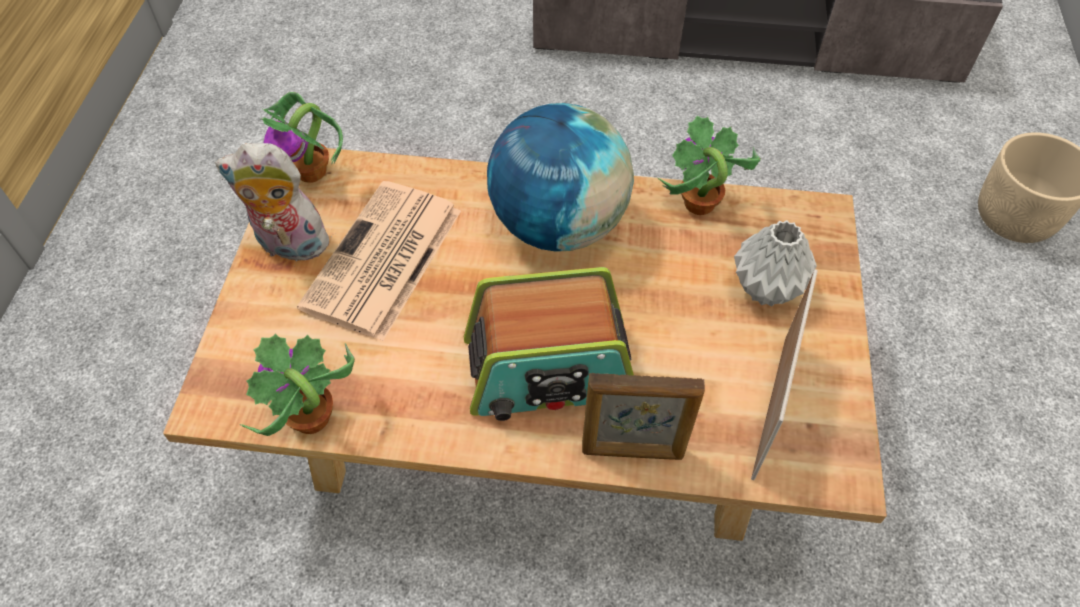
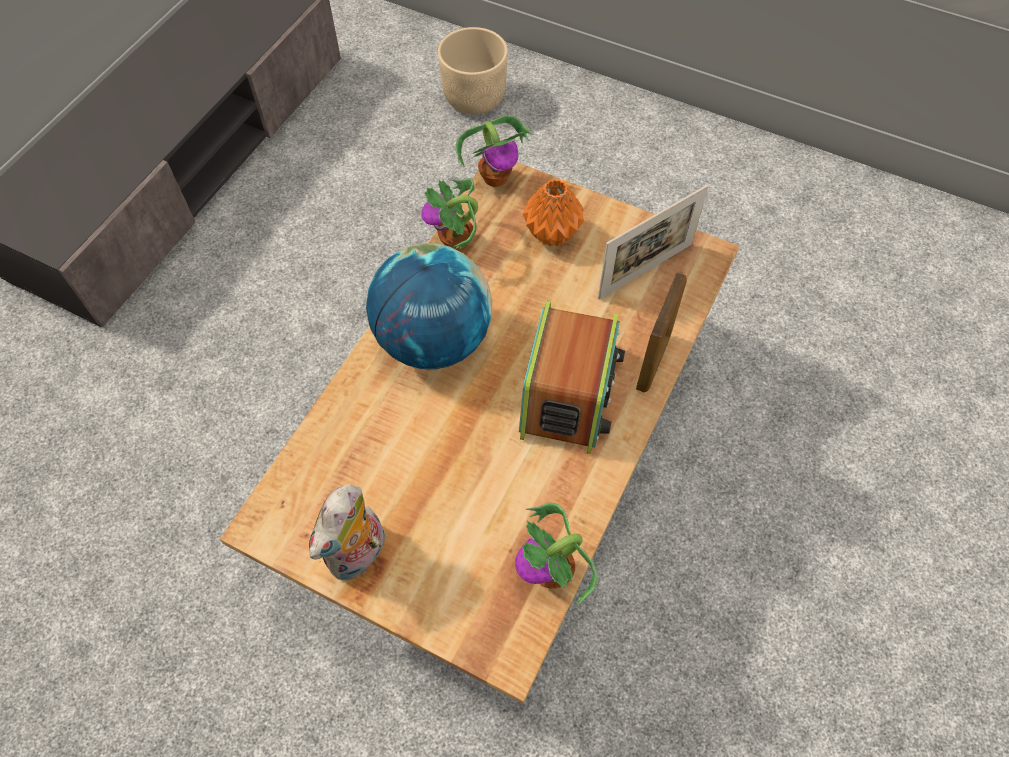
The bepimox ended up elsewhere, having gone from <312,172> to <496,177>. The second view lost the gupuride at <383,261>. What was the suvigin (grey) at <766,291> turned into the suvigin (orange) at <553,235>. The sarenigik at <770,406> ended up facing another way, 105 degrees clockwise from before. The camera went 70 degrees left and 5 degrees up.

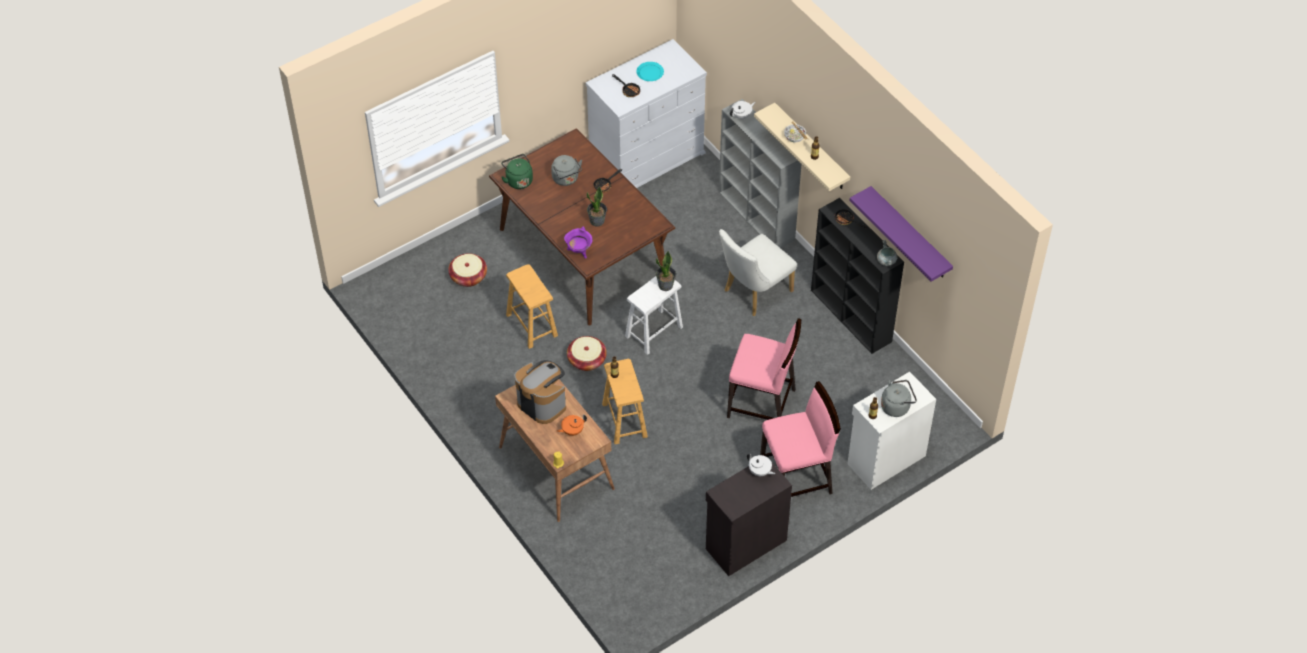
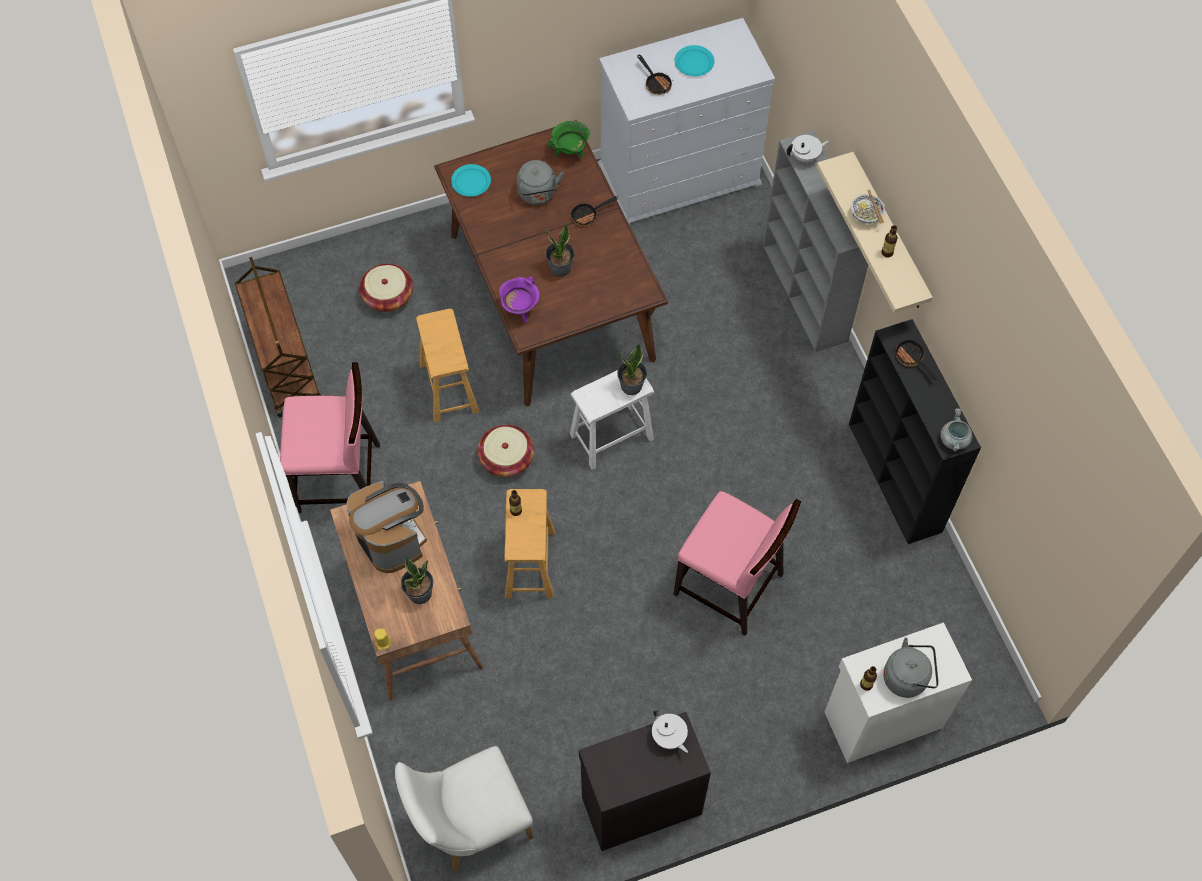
Where the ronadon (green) stood at <518,180>, the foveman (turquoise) came to stand at <471,181>. Where the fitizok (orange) stood at <572,431>, the bepimox came to stand at <420,594>. The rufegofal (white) ended up elsewhere, having gone from <754,293> to <470,825>. The rufegofal (pink) ended up elsewhere, having gone from <796,479> to <340,479>. The second view lost the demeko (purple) at <910,234>. The second view gained the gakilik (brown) at <285,366>. The second view gained the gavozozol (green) at <570,152>. The camera went 15 degrees right and 10 degrees up.

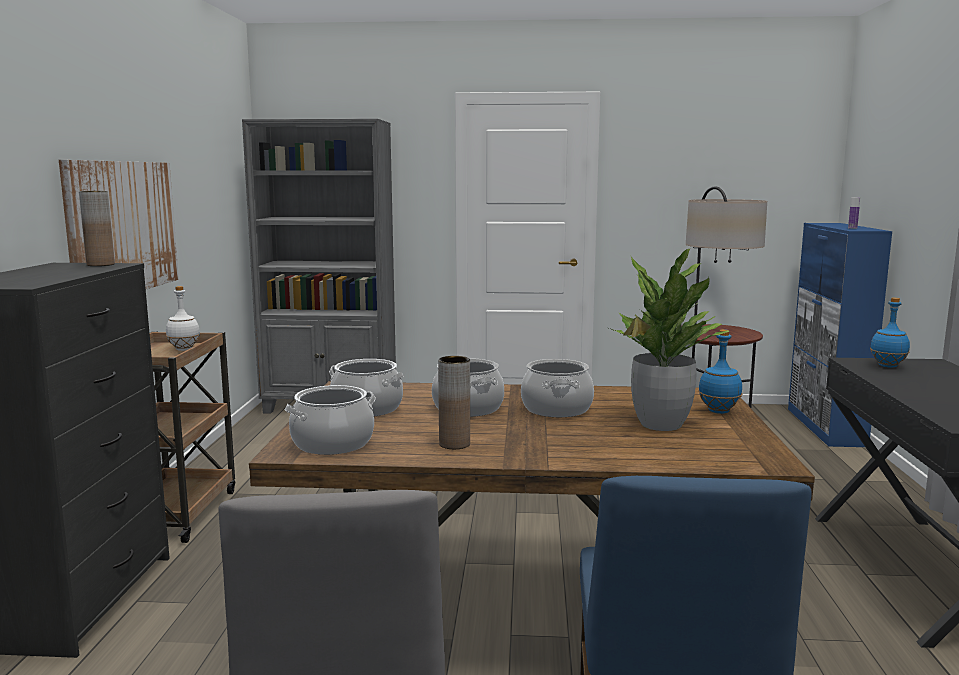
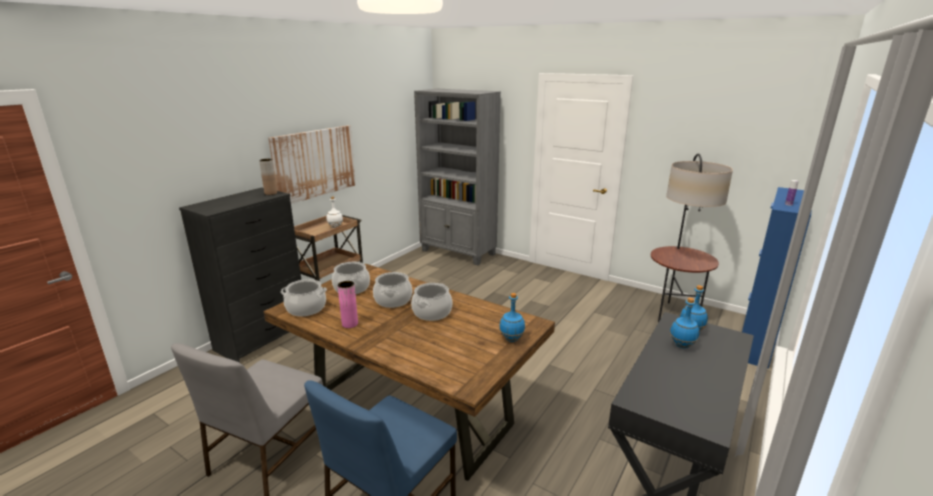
What was the suvigin (brown) at <454,444> turned into the suvigin (pink) at <350,324>. The second view lost the bepimox at <660,424>. The second view gained the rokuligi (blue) at <682,345>. The camera went 30 degrees right and 10 degrees up.

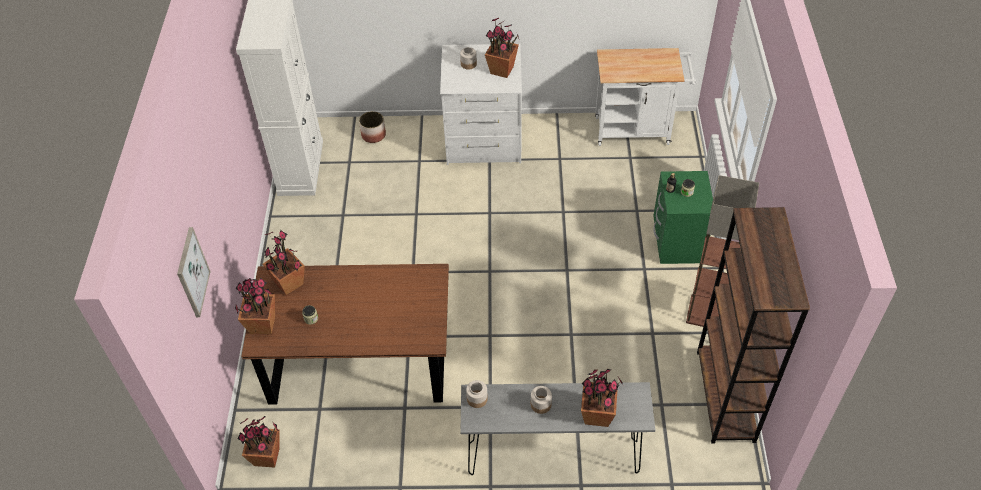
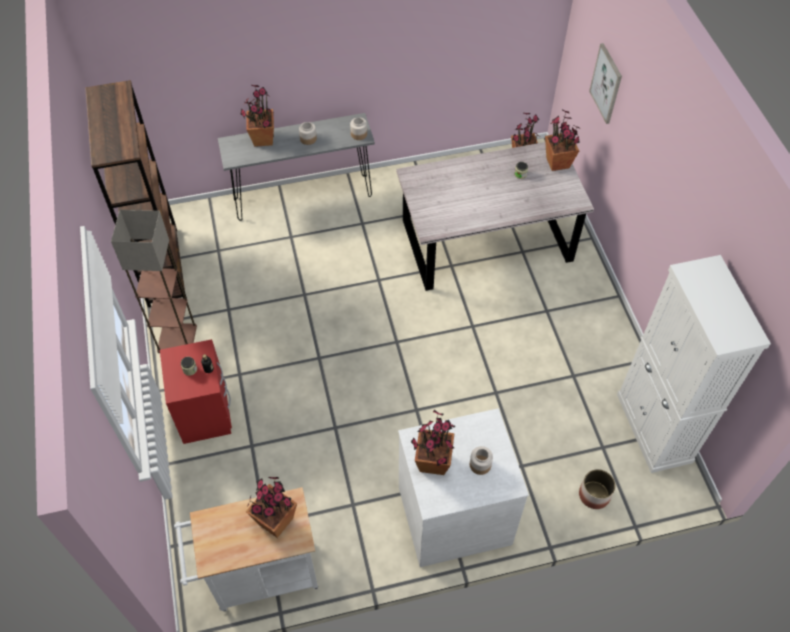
What was the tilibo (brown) at <359,357> turned into the tilibo (grey) at <486,241>. The bepimox ended up elsewhere, having gone from <288,284> to <275,521>. What was the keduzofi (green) at <677,242> turned into the keduzofi (red) at <205,412>. The camera went 165 degrees right and 5 degrees up.

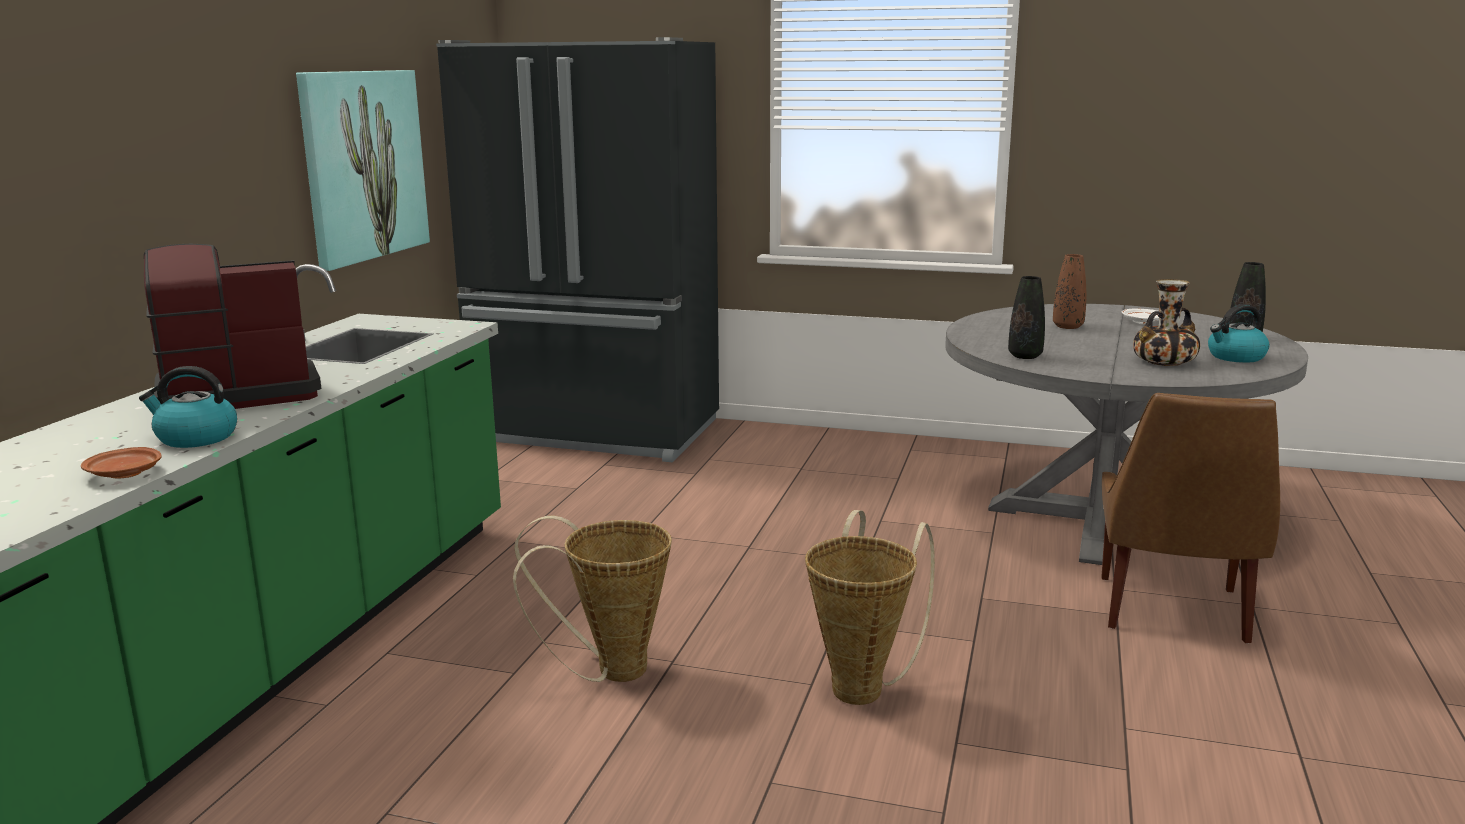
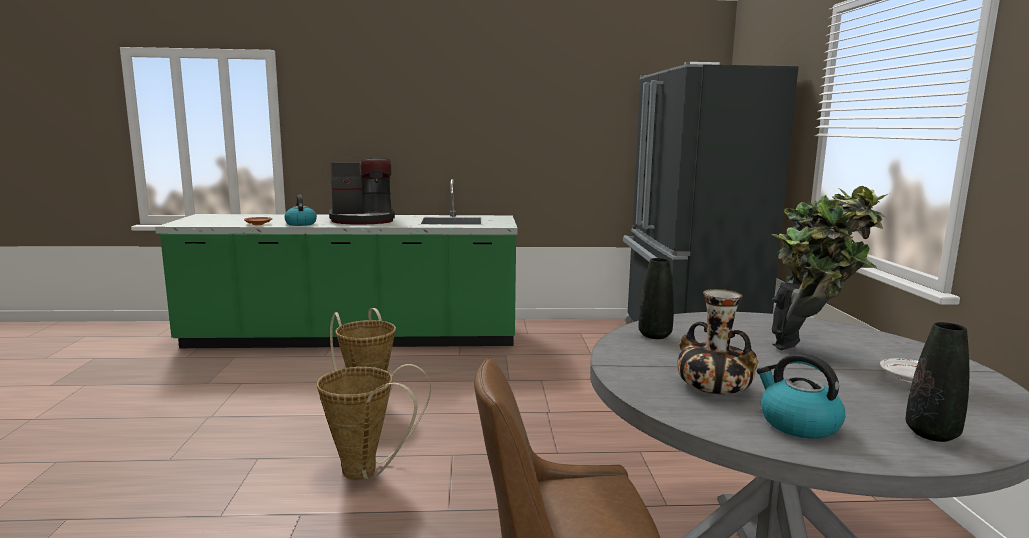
The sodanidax at <236,393> ended up facing another way, 120 degrees clockwise from before. The second view lost the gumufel at <363,165>. Where the suvigin (brown) stood at <1068,326>, the bepimox came to stand at <811,348>. The camera went 70 degrees right and 5 degrees down.

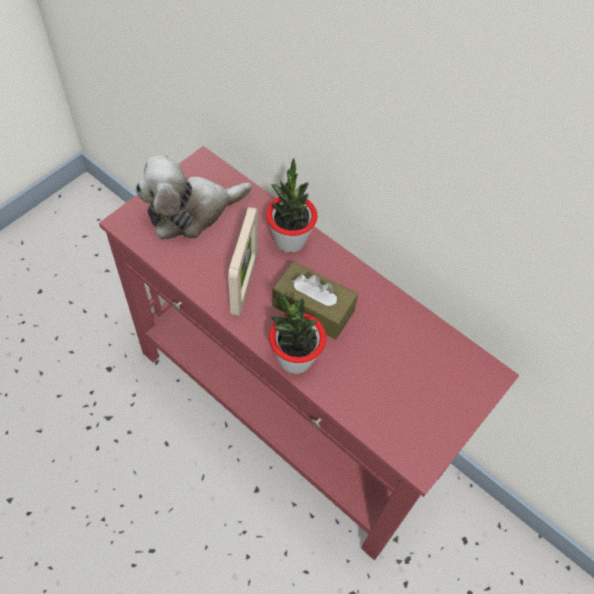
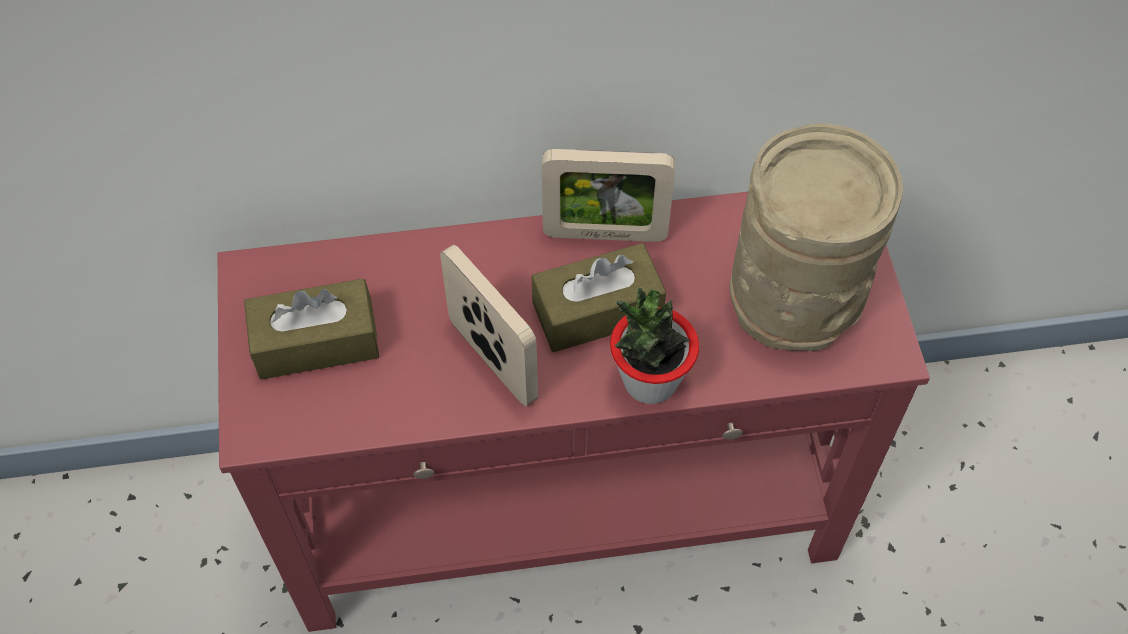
Where the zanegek stood at <191,211>, the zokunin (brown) came to stand at <316,342>. The second view lost the bepimox at <290,240>. The second view gained the sarenigik at <605,234>. The second view gained the suvigin (beige) at <797,298>. The camera went 45 degrees left and 0 degrees up.

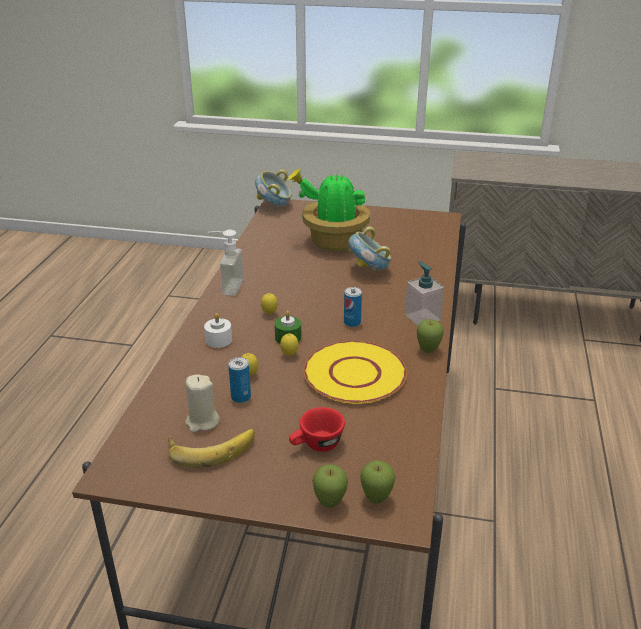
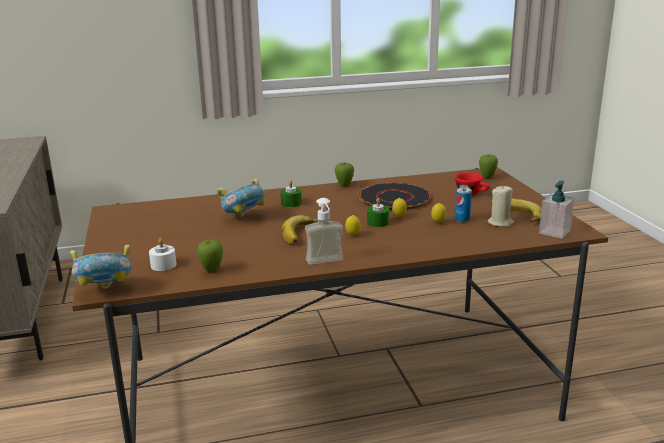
The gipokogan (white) ended up elsewhere, having gone from <218,340> to <163,265>. The second view lost the bepimox at <332,242>. What was the foveman (yellow) at <354,374> turned into the foveman (black) at <395,198>. The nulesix ended up elsewhere, having gone from <329,504> to <212,271>. The second view lost the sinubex at <352,322>. The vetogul ended up elsewhere, having gone from <422,317> to <554,232>. The second view gained the gipokogan (green) at <291,203>. The second view gained the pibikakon at <303,234>. The camera went 115 degrees left and 10 degrees down.

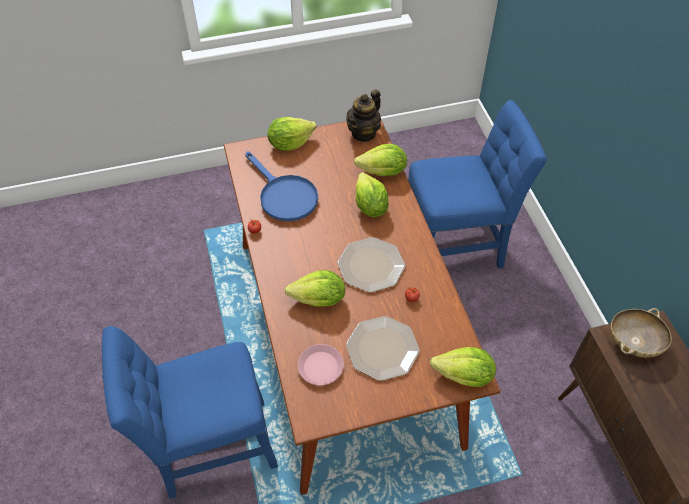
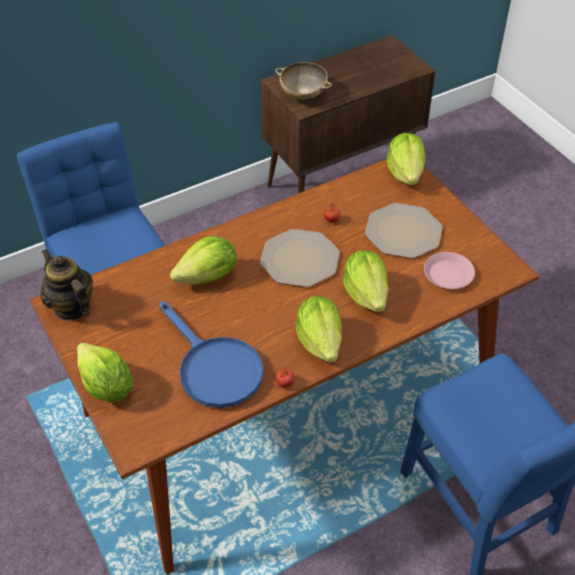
The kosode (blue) at <283,196> ended up facing another way, 105 degrees clockwise from before. The fitizok at <364,133> ended up facing another way, 150 degrees counterclockwise from before. The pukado ended up elsewhere, having gone from <383,172> to <320,341>. The camera went 105 degrees left and 5 degrees down.

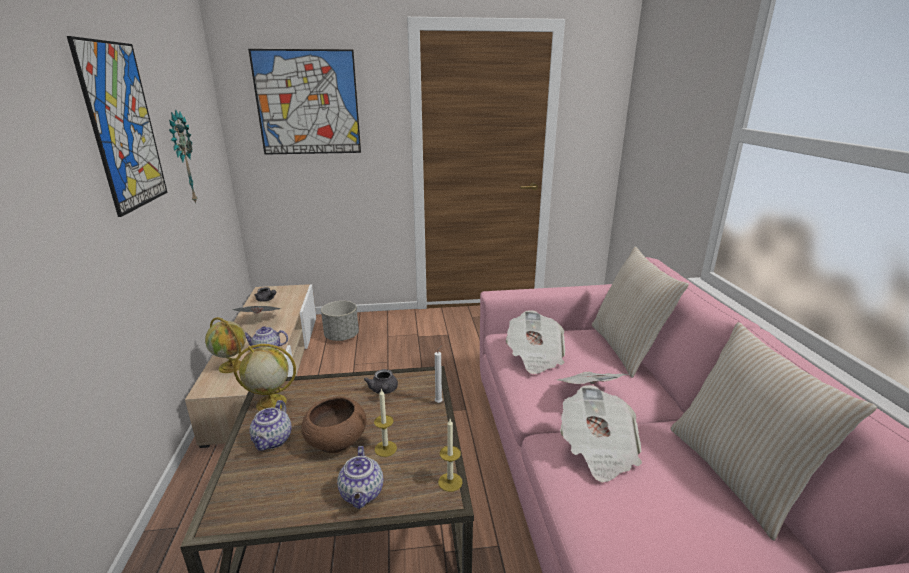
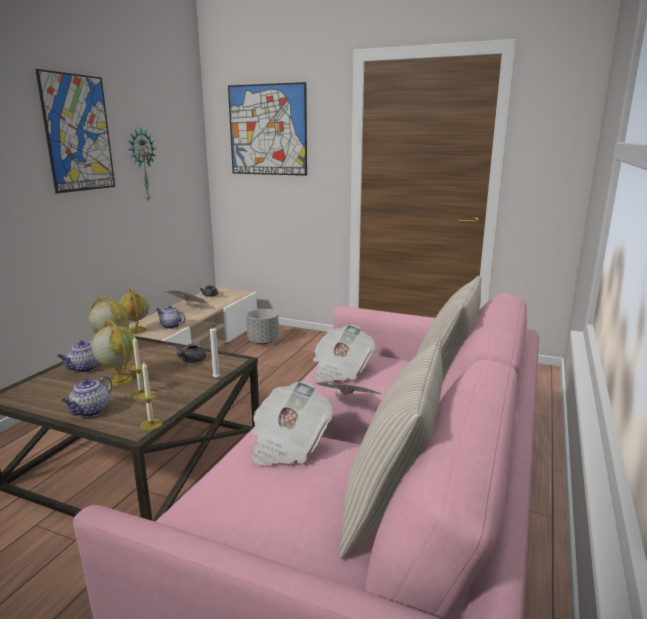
Where the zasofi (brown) stood at <335,441>, the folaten came to stand at <118,380>. The camera went 30 degrees right and 5 degrees down.

